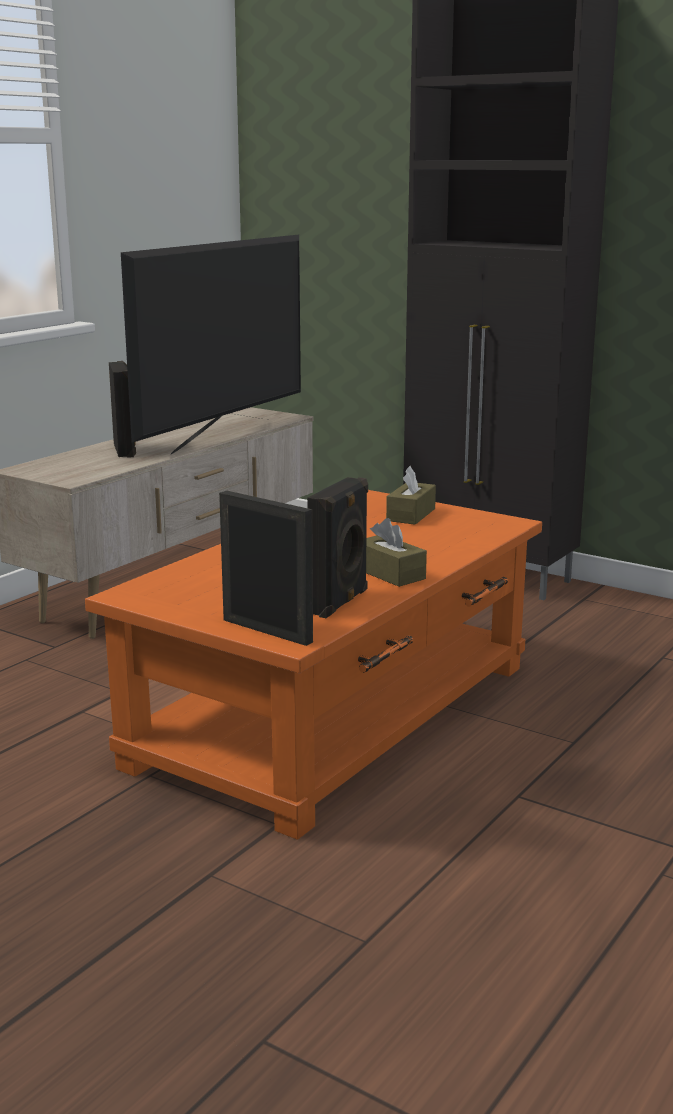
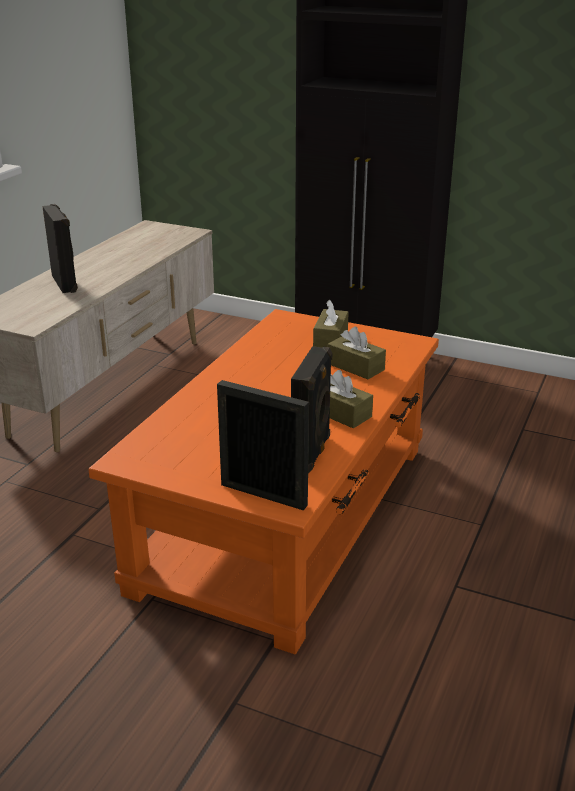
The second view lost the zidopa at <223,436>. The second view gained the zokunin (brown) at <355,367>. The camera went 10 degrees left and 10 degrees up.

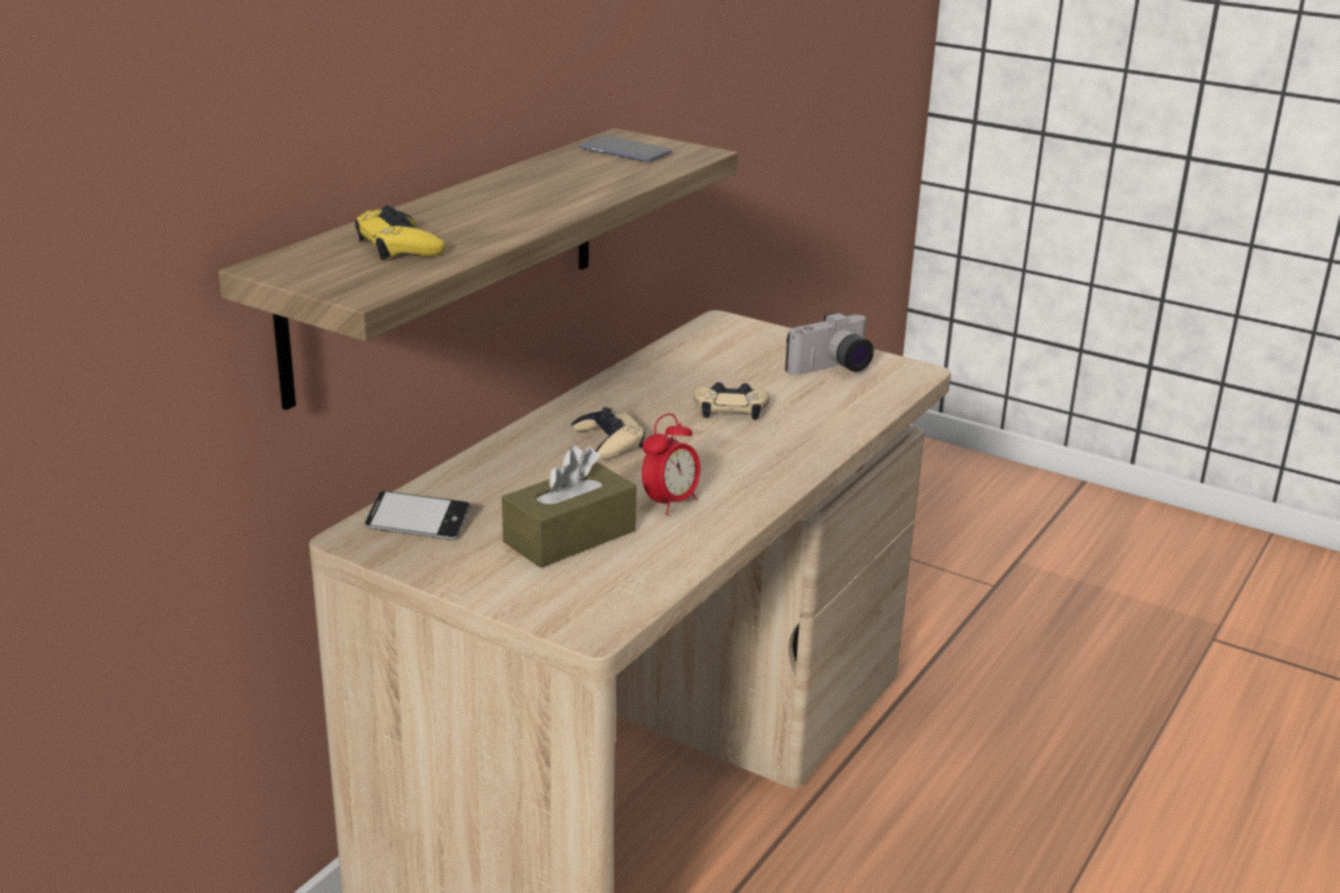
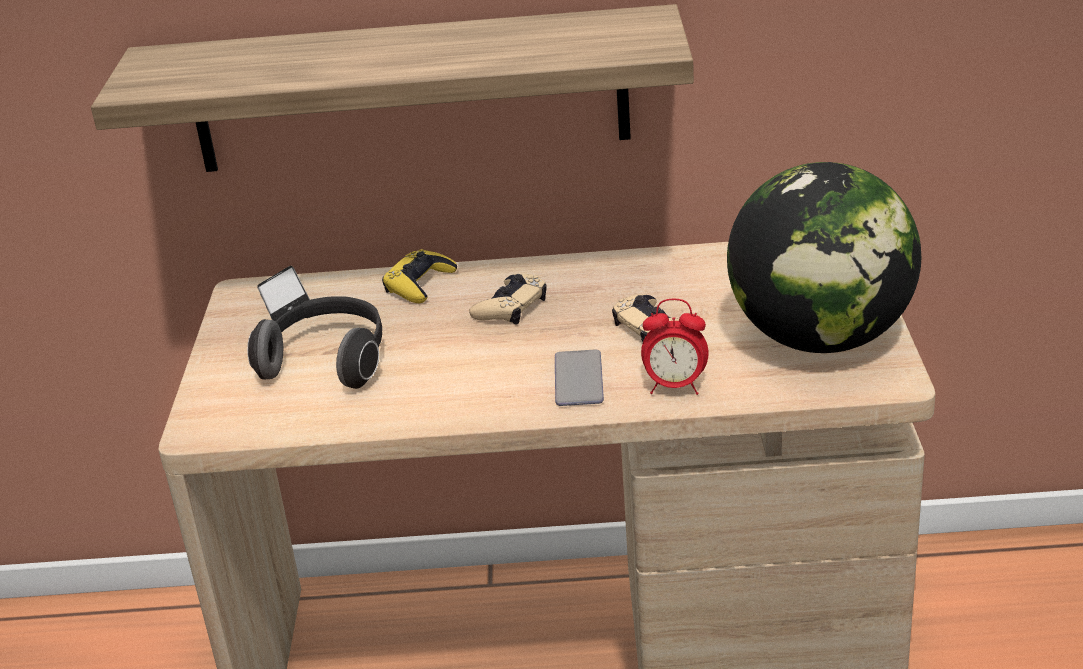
The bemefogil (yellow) ended up elsewhere, having gone from <399,246> to <419,284>. Where the zokunin (brown) stood at <570,536>, the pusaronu came to stand at <328,362>. The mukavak ended up elsewhere, having gone from <624,151> to <578,380>. The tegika ended up elsewhere, having gone from <670,503> to <675,387>. Where the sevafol stood at <833,369>, the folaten came to stand at <820,338>. The camera went 60 degrees right and 5 degrees up.

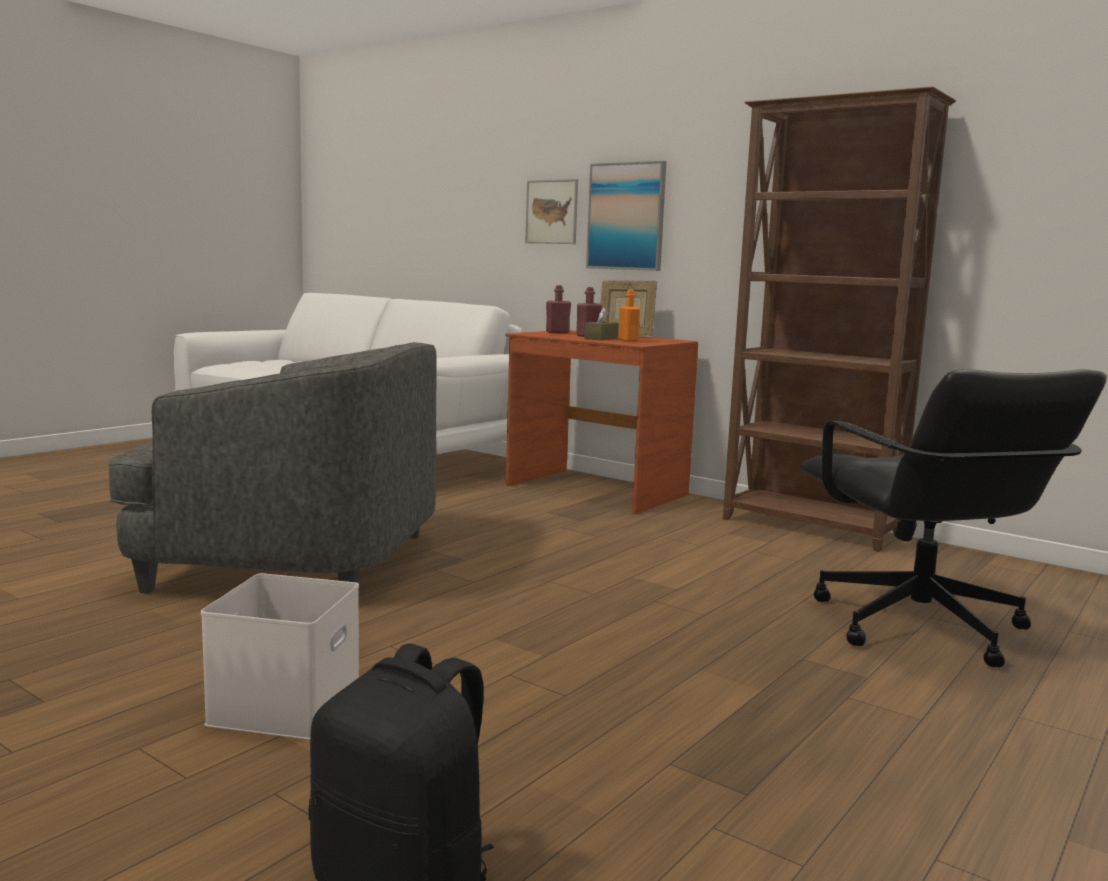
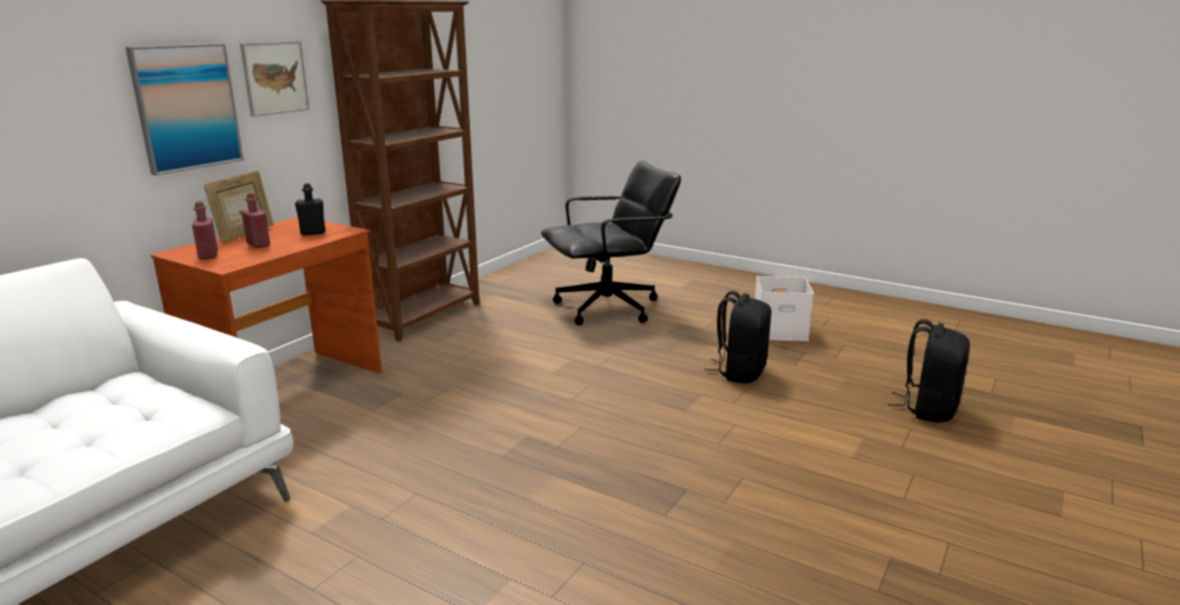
The second view lost the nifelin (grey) at <297,558>. The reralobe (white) ended up elsewhere, having gone from <287,707> to <781,330>. The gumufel ended up elsewhere, having gone from <552,212> to <275,78>. The second view lost the zokunin (brown) at <601,338>. What was the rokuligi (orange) at <628,340> turned into the rokuligi (black) at <313,233>. The second view gained the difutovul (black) at <740,372>. The camera went 95 degrees left and 10 degrees up.

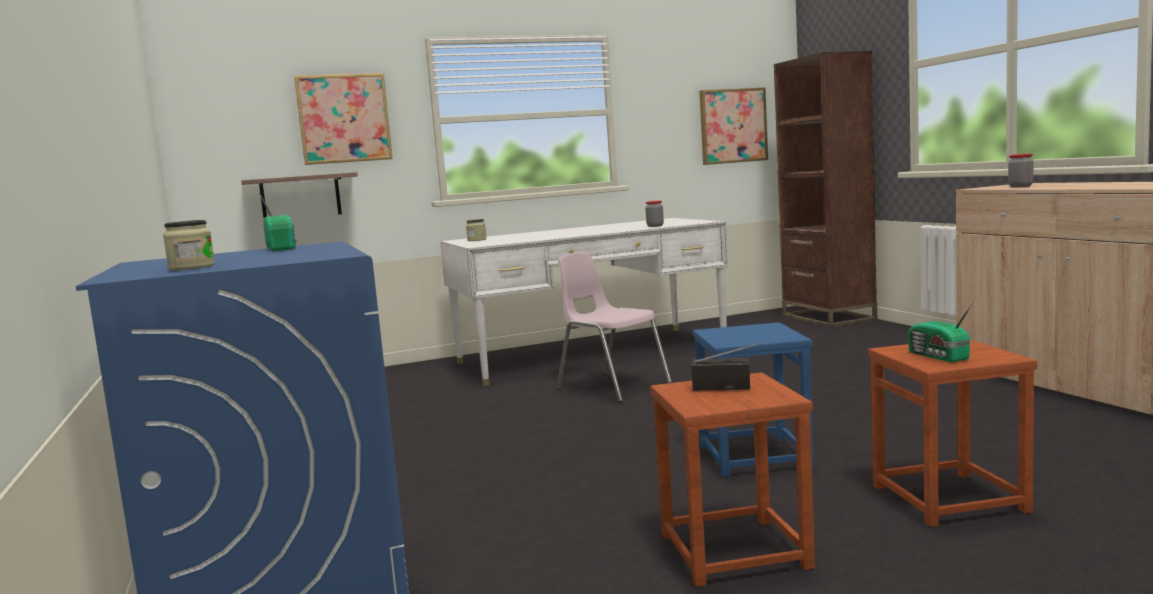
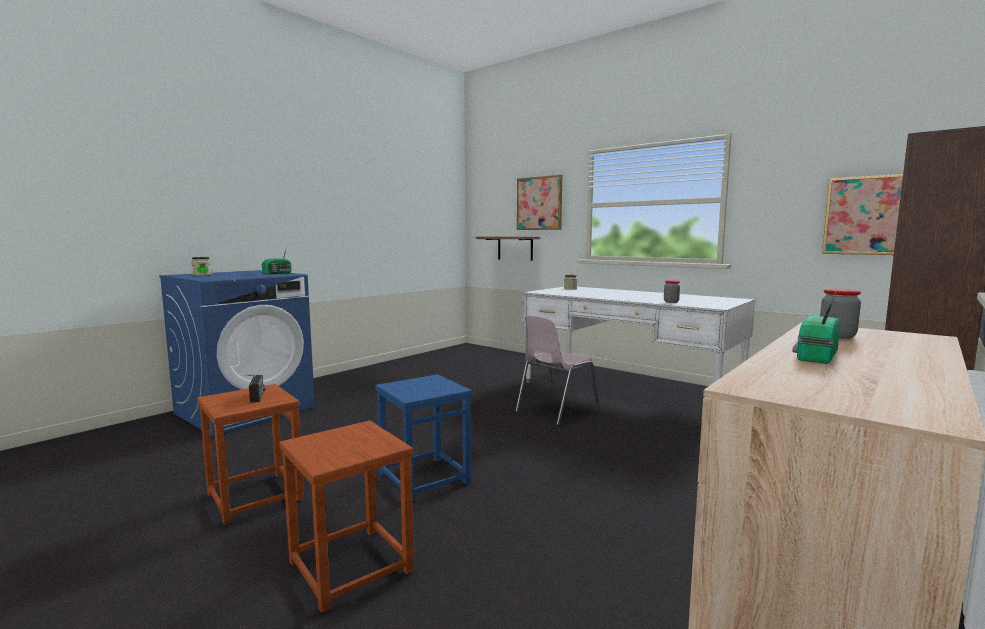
The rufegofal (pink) at <612,386> ended up facing another way, 150 degrees counterclockwise from before. The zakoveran ended up elsewhere, having gone from <938,356> to <815,356>. The camera went 60 degrees right and 0 degrees up.

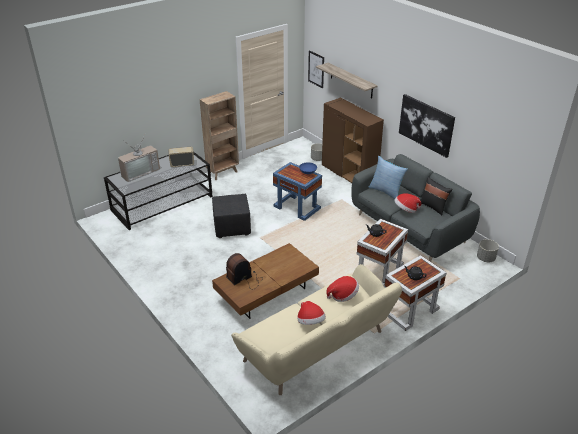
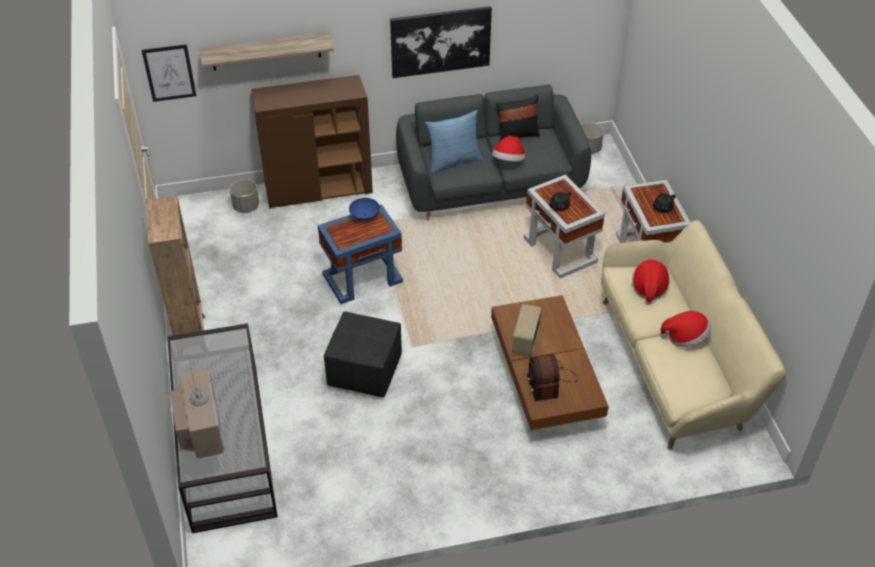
The zakoveran ended up elsewhere, having gone from <182,164> to <525,340>. The camera went 65 degrees left and 10 degrees up.

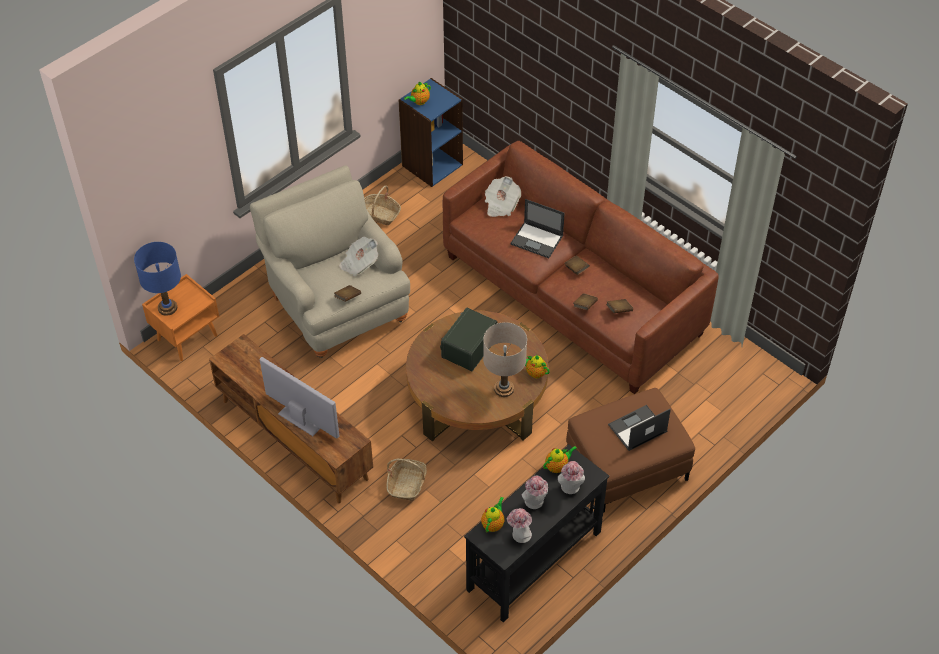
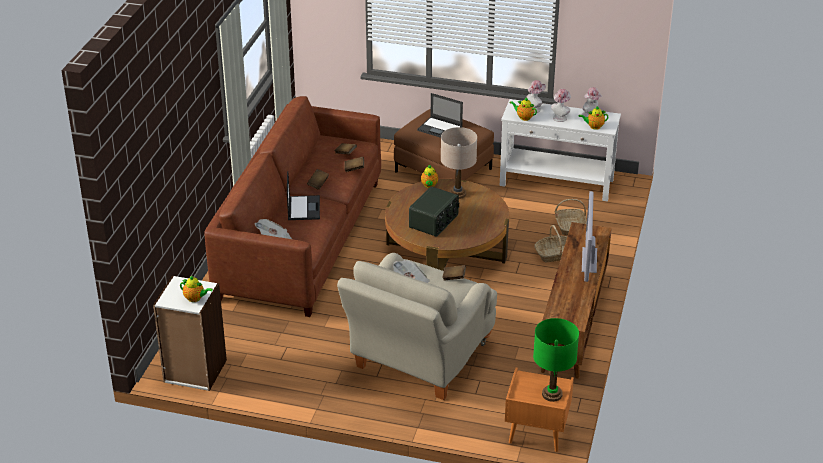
What was the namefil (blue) at <167,308> turned into the namefil (green) at <552,394>. The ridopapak ended up elsewhere, having gone from <380,214> to <570,226>. What was the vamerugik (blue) at <432,165> turned into the vamerugik (white) at <194,371>. The zakoveran at <468,347> ended up facing another way, 60 degrees counterclockwise from before. What was the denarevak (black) at <533,561> turned into the denarevak (white) at <557,183>. The camera went 120 degrees left and 15 degrees down.

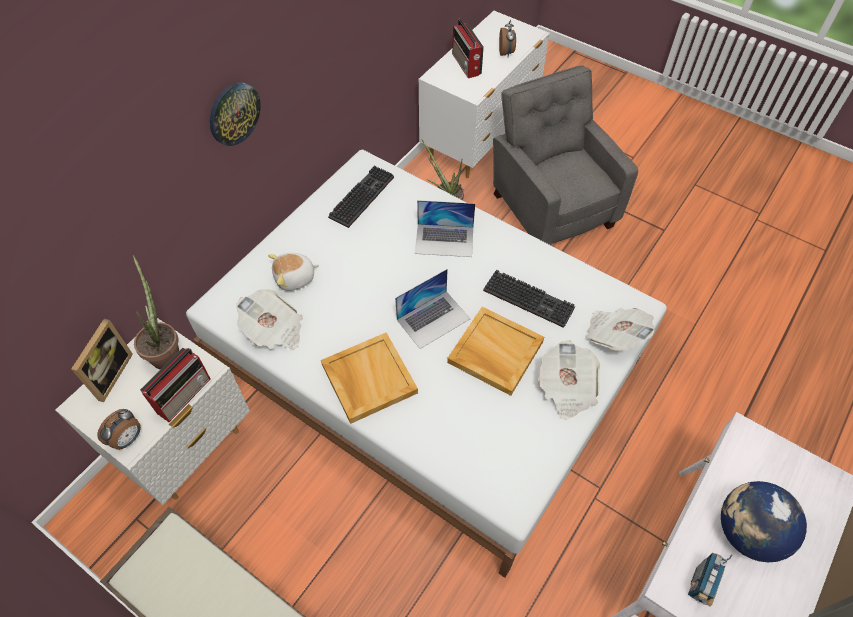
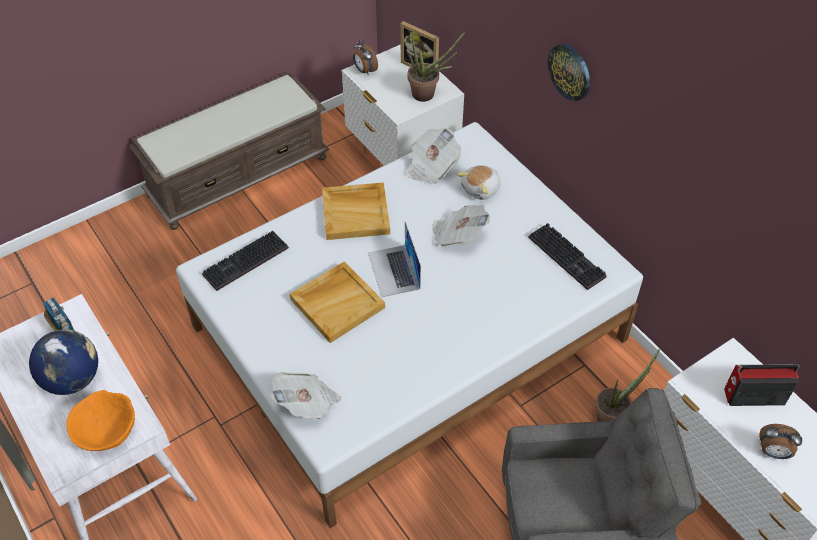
The second view lost the zakoveran at <184,394>. The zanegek at <295,278> ended up facing another way, 135 degrees counterclockwise from before. The second view lost the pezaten at <444,240>. The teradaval ended up elsewhere, having gone from <530,299> to <245,263>. The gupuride ended up elsewhere, having gone from <566,389> to <458,235>. The second view gained the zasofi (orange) at <107,432>. The camera went 110 degrees right and 5 degrees down.

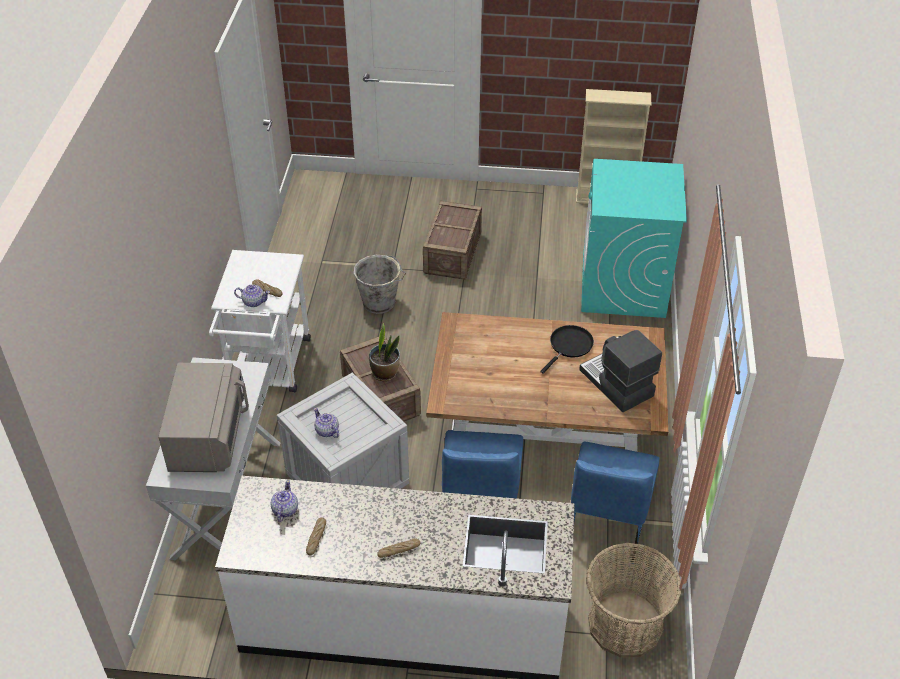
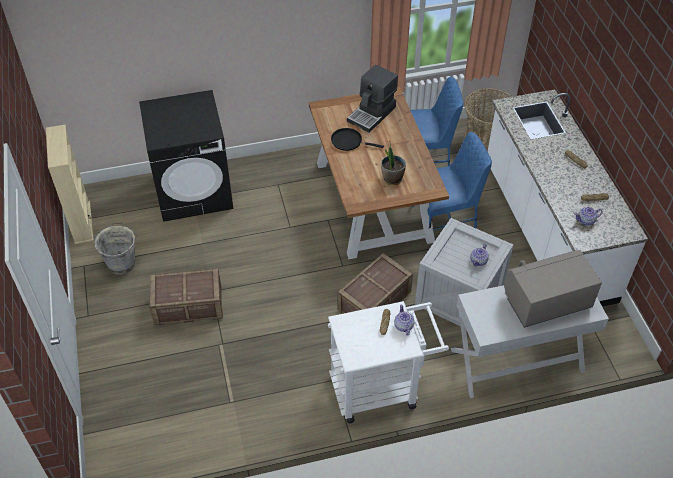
The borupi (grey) ended up elsewhere, having gone from <380,303> to <122,263>. The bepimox ended up elsewhere, having gone from <385,373> to <392,178>. What was the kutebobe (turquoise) at <623,285> turned into the kutebobe (black) at <194,191>. The camera went 110 degrees left and 5 degrees up.

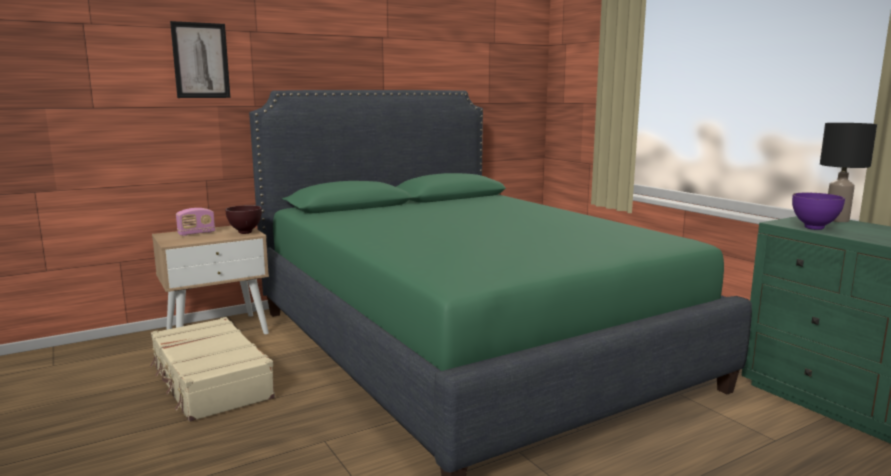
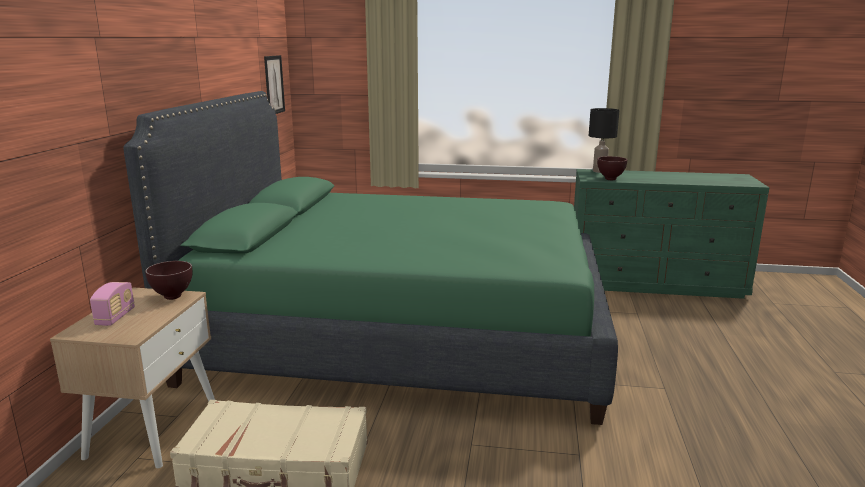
The gumufel ended up elsewhere, having gone from <201,60> to <274,85>. What was the zasofi (purple) at <814,228> turned into the zasofi (brown) at <610,179>. The camera went 50 degrees left and 5 degrees up.

